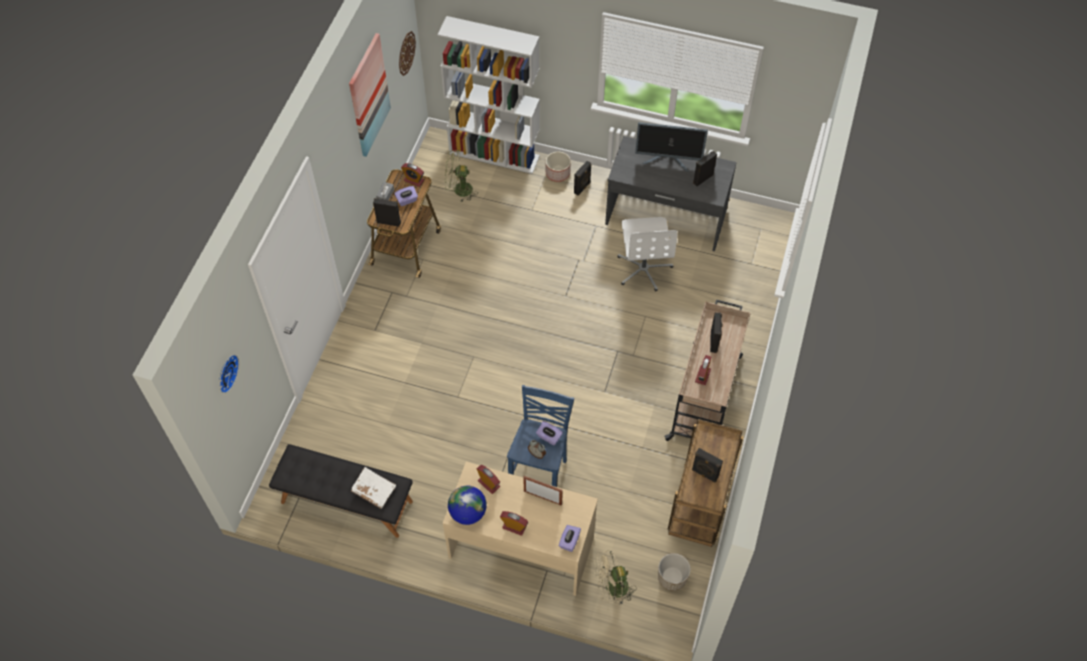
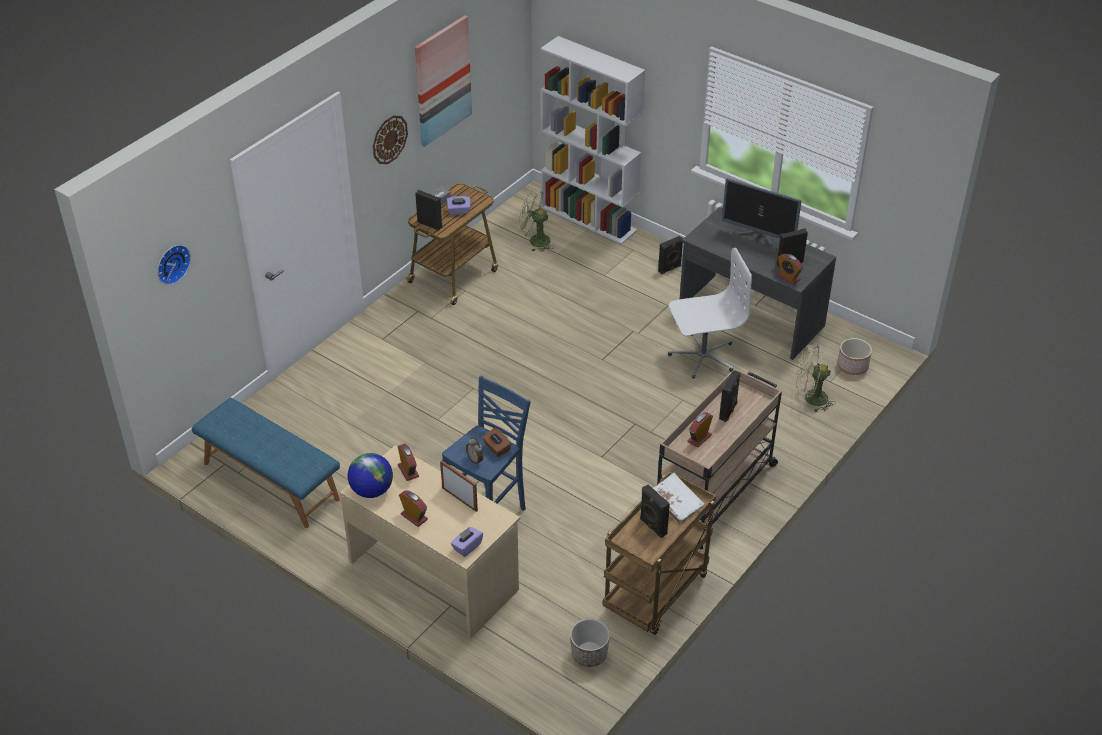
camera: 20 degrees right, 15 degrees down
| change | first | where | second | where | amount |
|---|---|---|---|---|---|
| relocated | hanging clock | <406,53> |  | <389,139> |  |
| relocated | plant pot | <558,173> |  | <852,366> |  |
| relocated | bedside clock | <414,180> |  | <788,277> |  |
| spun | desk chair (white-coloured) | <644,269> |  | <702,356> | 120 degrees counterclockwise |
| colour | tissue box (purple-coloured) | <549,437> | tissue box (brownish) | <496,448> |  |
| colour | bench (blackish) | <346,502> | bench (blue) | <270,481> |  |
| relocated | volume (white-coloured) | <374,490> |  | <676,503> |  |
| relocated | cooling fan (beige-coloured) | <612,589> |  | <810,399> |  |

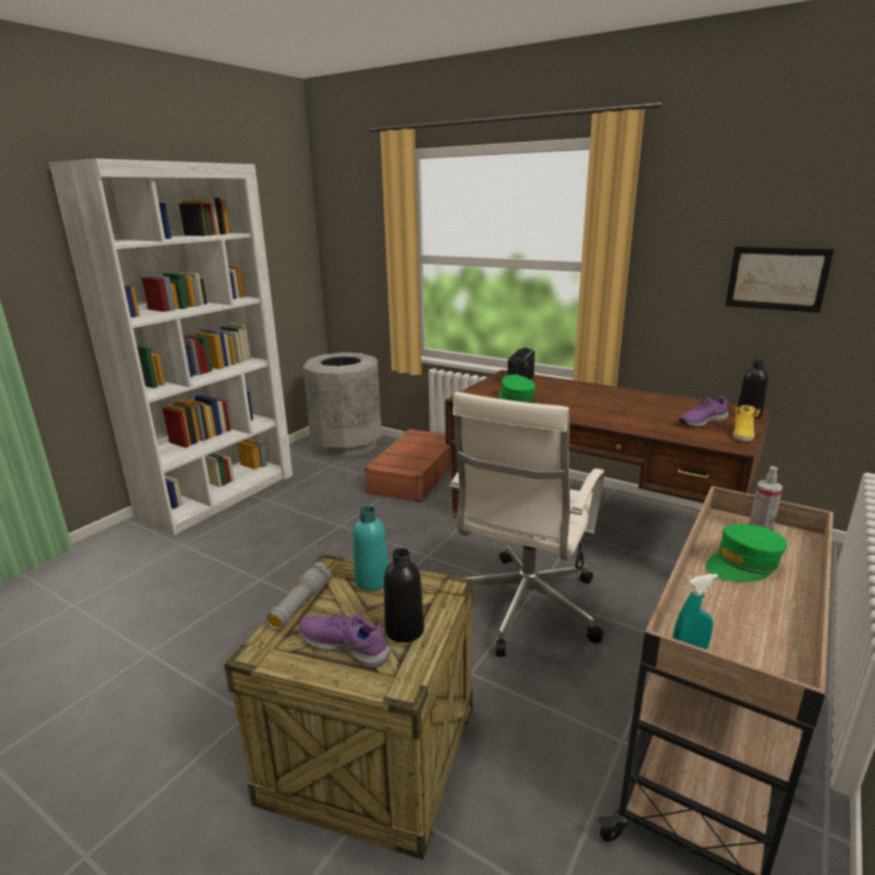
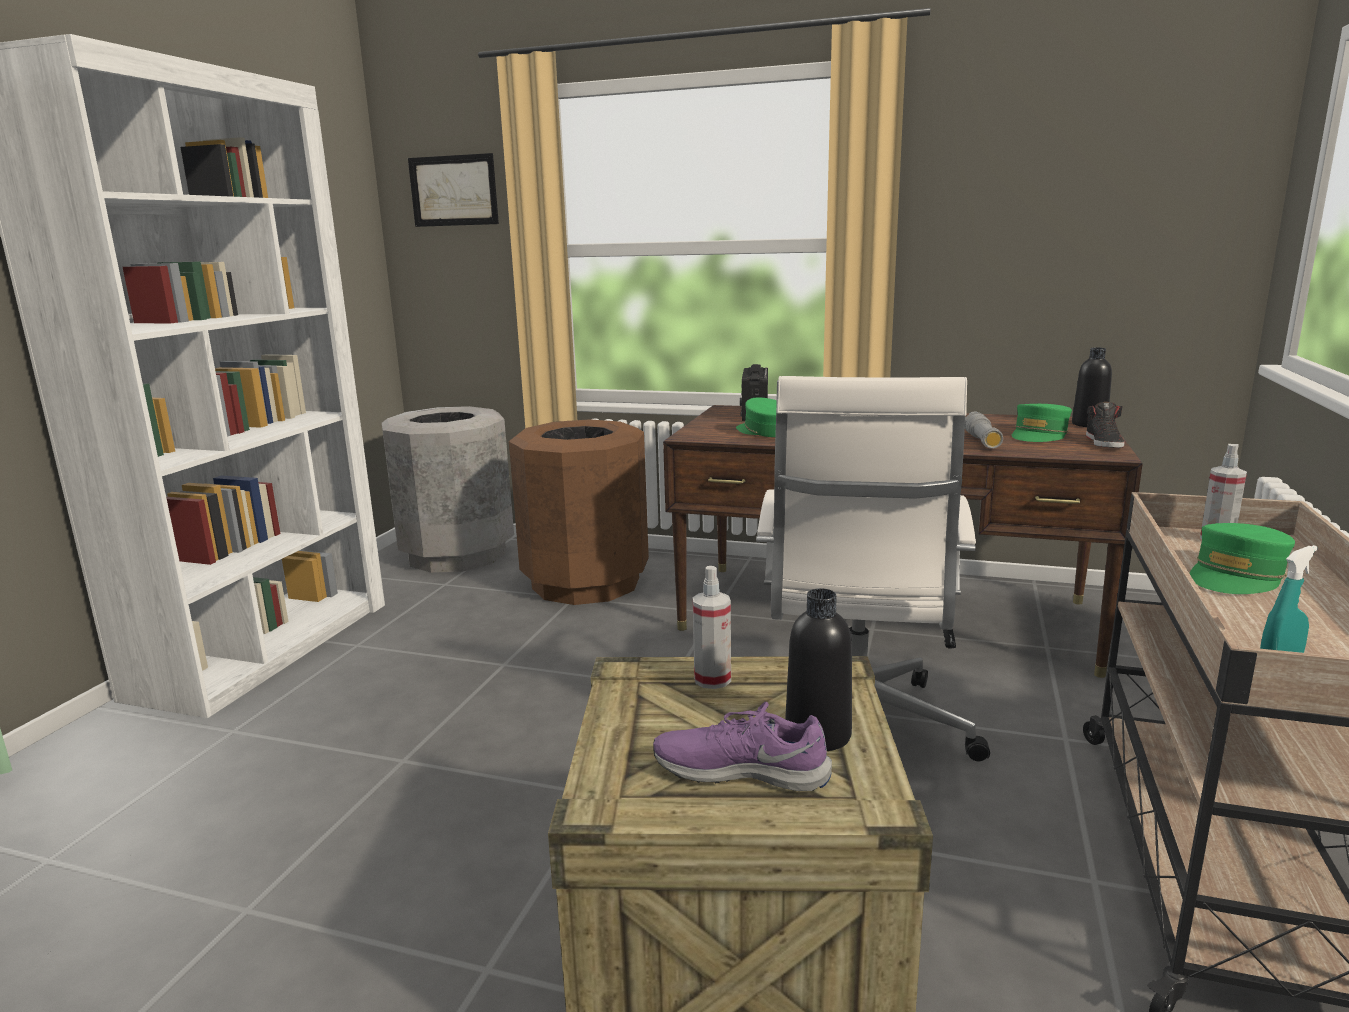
camera: 15 degrees left, 5 degrees down
| change | first | where | second | where | amount |
|---|---|---|---|---|---|
| relocated | wall picture | <776,278> |  | <453,191> |  |
| exchanged | low shoe (purple-coloured) | <701,421> | baseball cap (green-coloured) | <1039,435> |  |
| colour | low shoe (yellow-coloured) | <743,434> | low shoe (blackish) | <1104,443> |  |
| exchanged | suitcase (brownish) | <413,475> | trash can (brownish) | <586,583> |  |
| exchanged | bottle (blue-green) | <372,580> | hand sprayer | <712,679> |  |
| relocated | torch (greyish) | <300,605> |  | <982,441> |  |

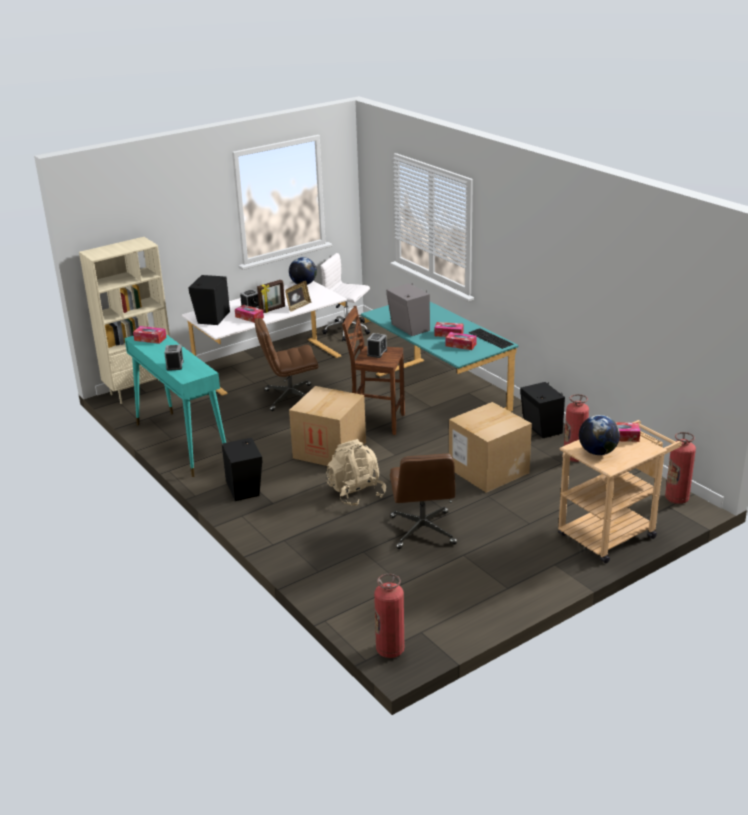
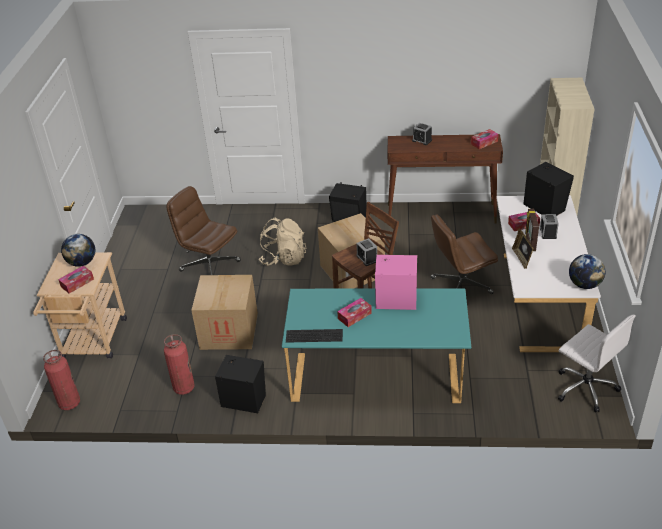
camera: 130 degrees right, 10 degrees up
| change | first | where | second | where | amount |
|---|---|---|---|---|---|
| spun | desk chair (white-coloured) | <348,330> |  | <585,387> | 75 degrees clockwise |
| colour | audio speaker (greyish) | <409,328> | audio speaker (pink) | <395,299> |  |
| spun | desk chair (brownish) | <290,398> |  | <460,286> | 135 degrees counterclockwise |
| missing | tissue box | <460,345> |  |  |  |
| colour | hall table (blue-green) | <181,443> | hall table (brownish) | <441,213> |  |
| missing | fire extinguisher | <390,650> |  |  |  |

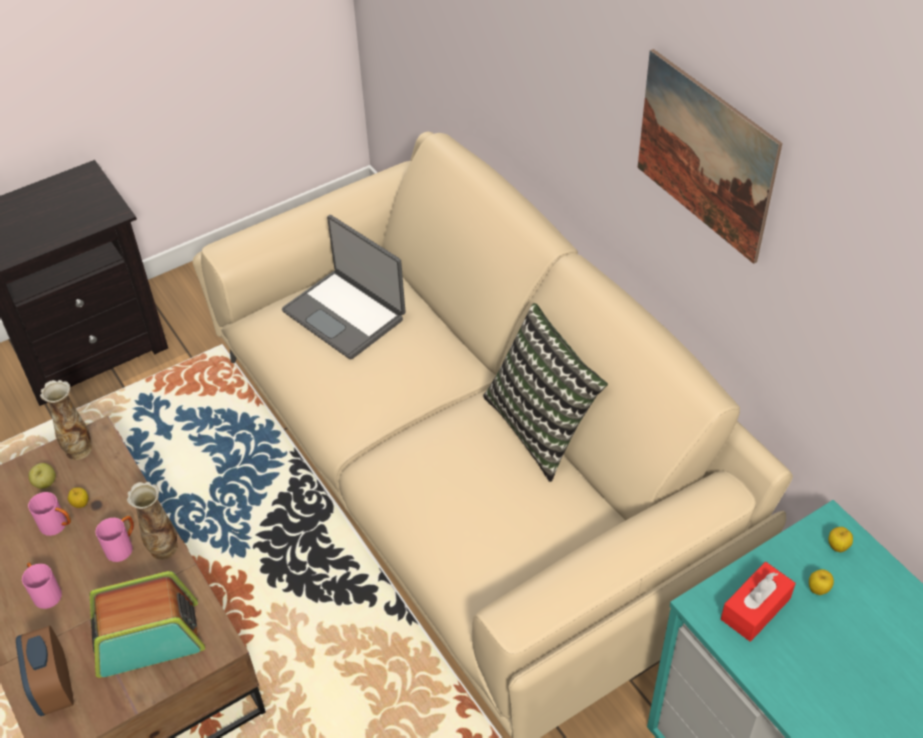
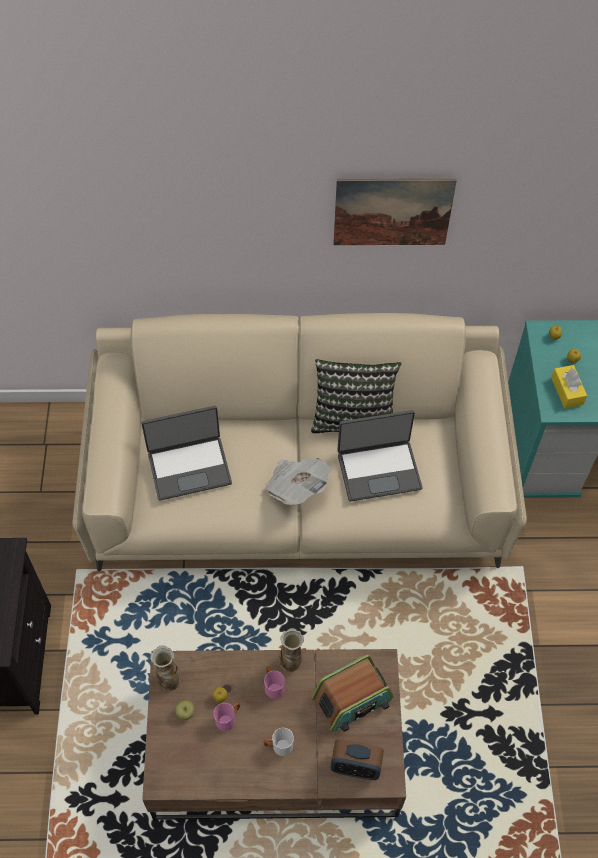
camera: 60 degrees left, 10 degrees up
| change | first | where | second | where | amount |
|---|---|---|---|---|---|
| colour | tissue box (red-coloured) | <755,609> | tissue box (yellow-coloured) | <567,391> |  |
| colour | mug (pink) | <45,593> | mug (white-coloured) | <278,746> |  |
| spun | radio set | <148,638> |  | <352,699> | 135 degrees counterclockwise |
| appeared |  |  | portable computer | <379,470> |  |
| appeared |  |  | newspaper | <297,487> |  |

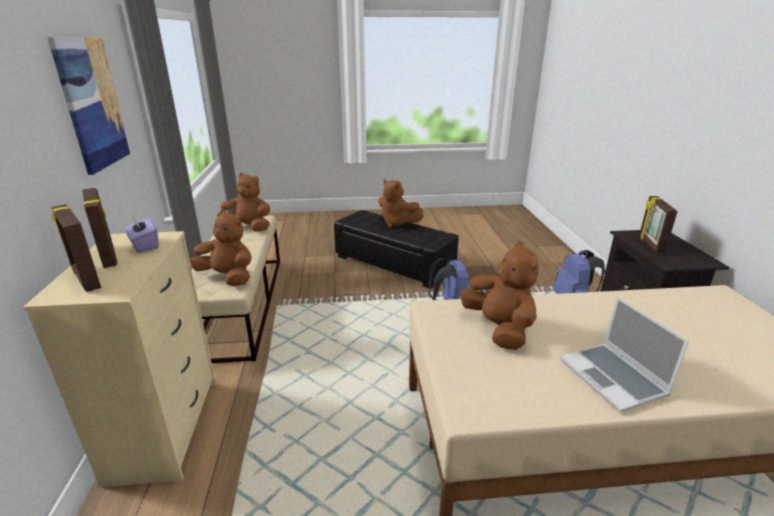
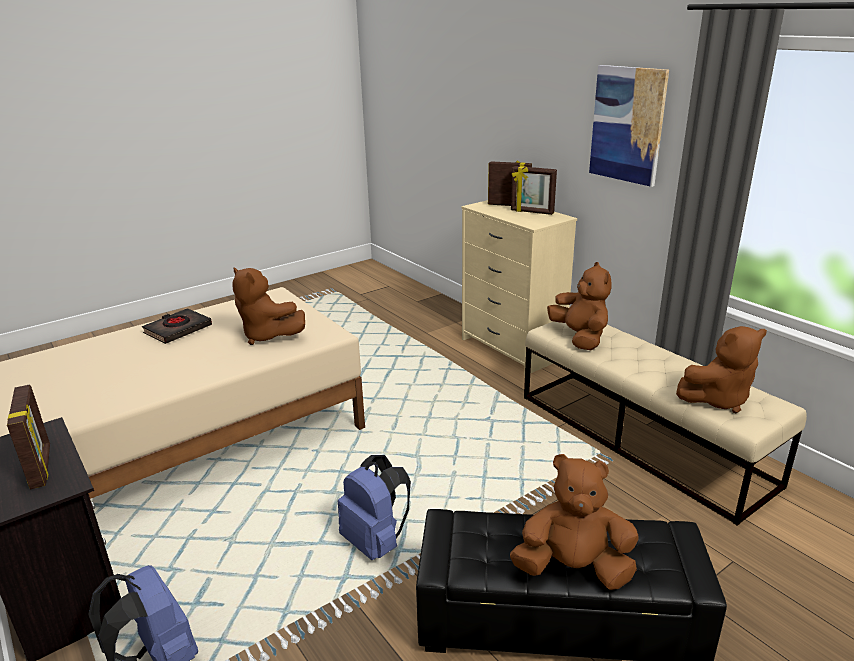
camera: 150 degrees right, 0 degrees up
| change | first | where | second | where | amount |
|---|---|---|---|---|---|
| spun | soft toy (brownish) | <228,277> |  | <580,337> | 105 degrees counterclockwise |
| missing | tissue box (purple-coloured) | <144,245> |  |  |  |
| exchanged | portable computer | <613,378> | volume (blackish) | <178,330> |  |

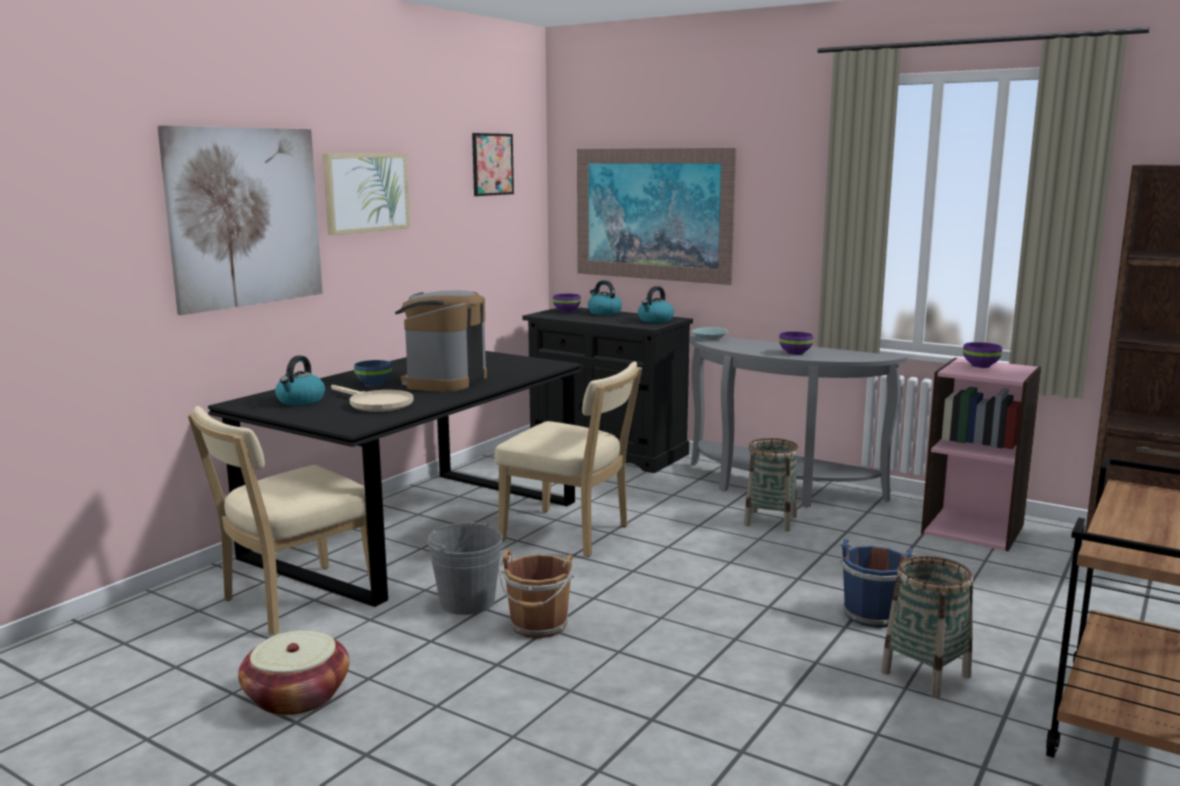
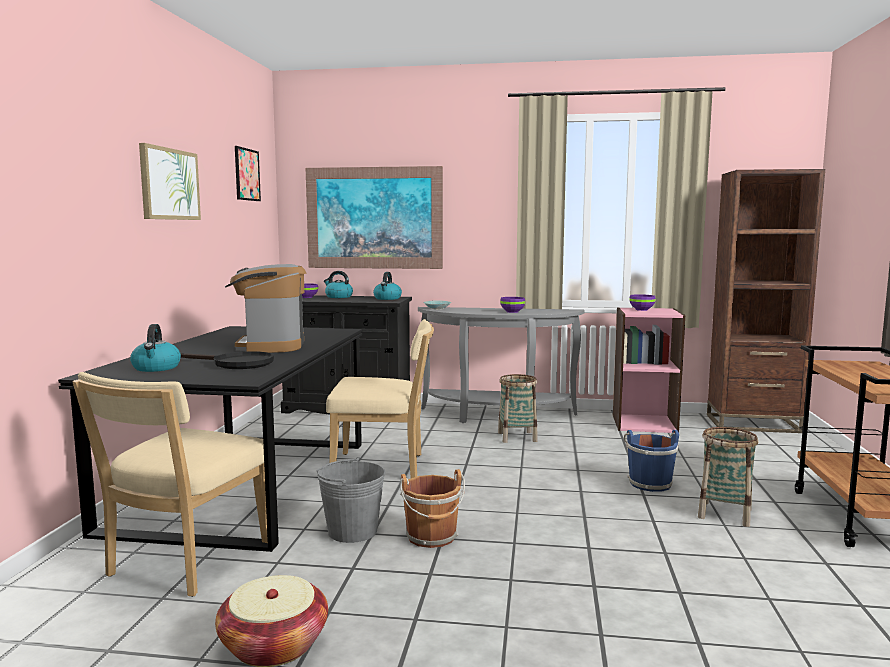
camera: 25 degrees left, 5 degrees down
| change | first | where | second | where | amount |
|---|---|---|---|---|---|
| missing | wall picture | <245,217> |  |  |  |
| missing | bowl (blue) | <373,384> |  |  |  |
| colour | skillet (beige-coloured) | <375,403> | skillet (blackish) | <235,364> |  |

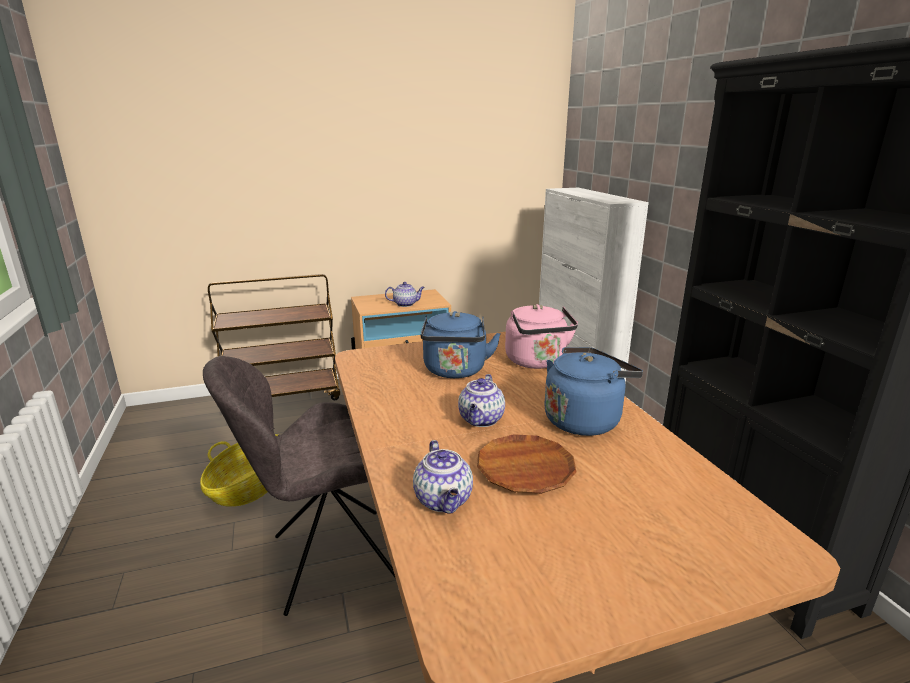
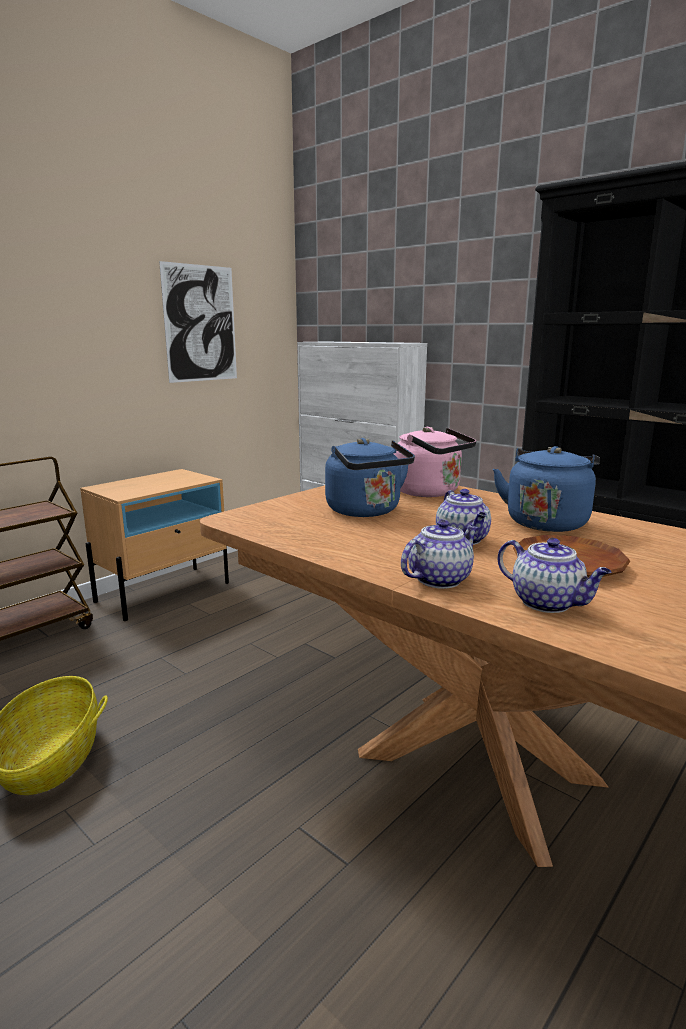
camera: 30 degrees left, 5 degrees down
| change | first | where | second | where | amount |
|---|---|---|---|---|---|
| relocated | tea pot | <405,304> |  | <439,579> |  |
| missing | chair (greyish) | <329,560> |  |  |  |
| appeared |  |  | wall picture | <200,324> |  |

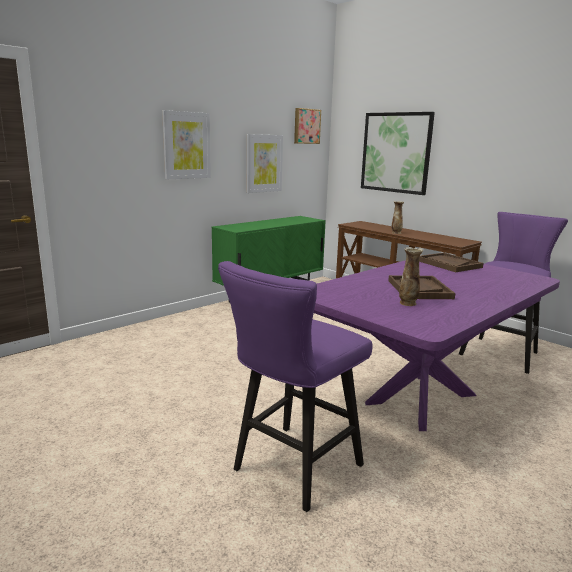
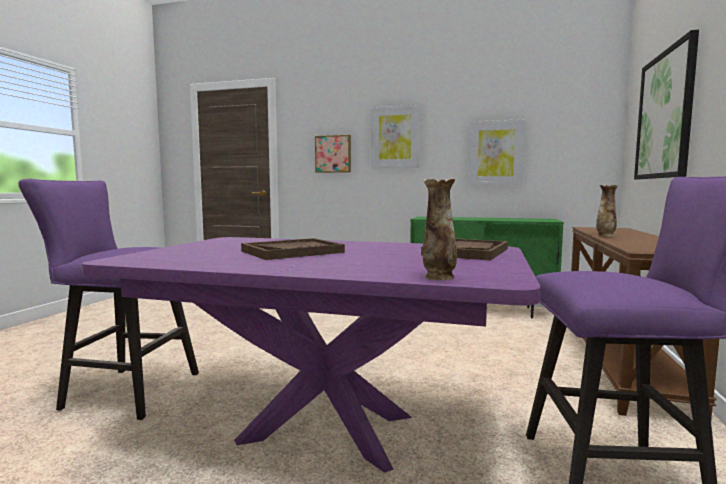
camera: 60 degrees right, 10 degrees down
| change | first | where | second | where | amount |
|---|---|---|---|---|---|
| relocated | wall picture | <306,126> |  | <333,154> |  |
| relocated | vase | <407,303> |  | <438,277> |  |

